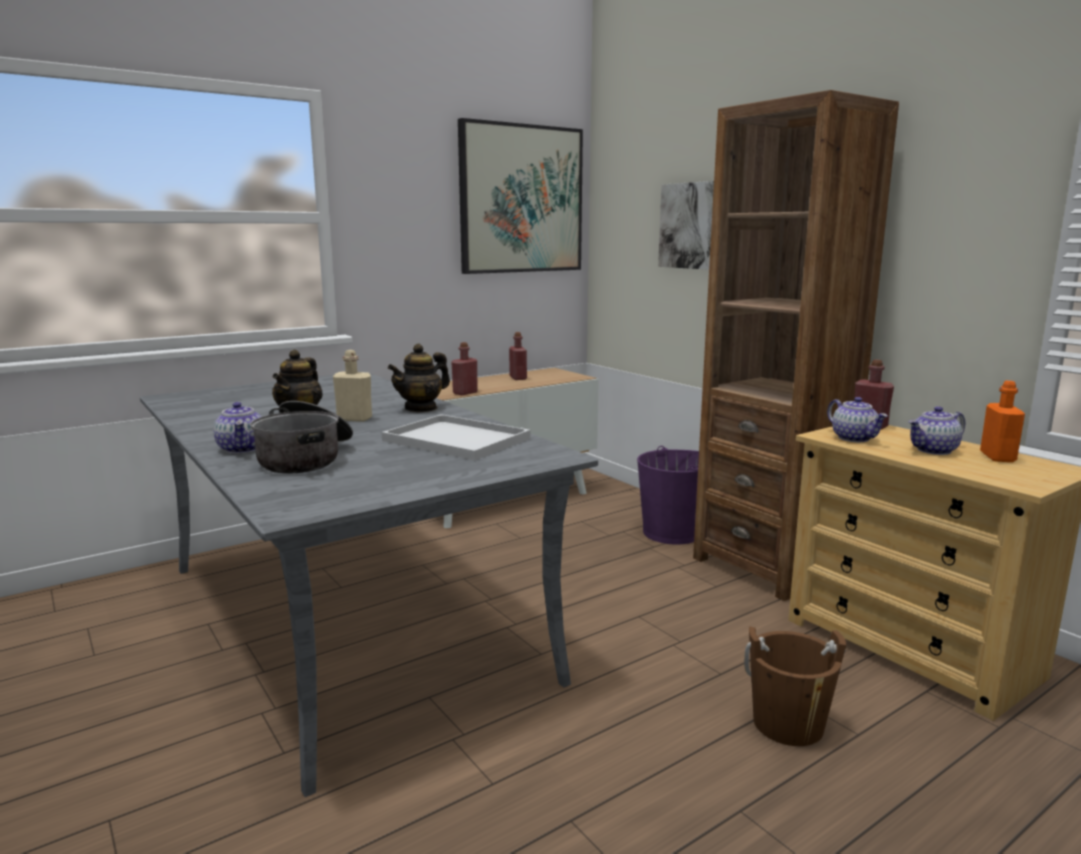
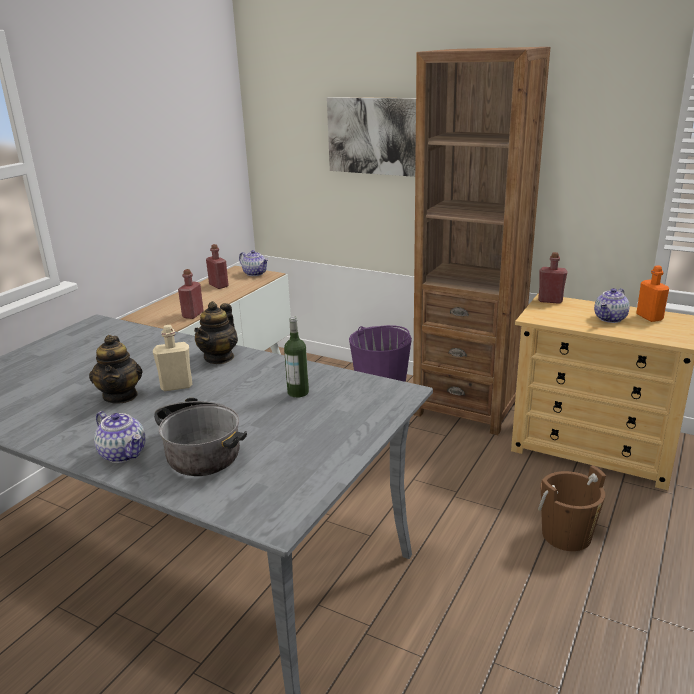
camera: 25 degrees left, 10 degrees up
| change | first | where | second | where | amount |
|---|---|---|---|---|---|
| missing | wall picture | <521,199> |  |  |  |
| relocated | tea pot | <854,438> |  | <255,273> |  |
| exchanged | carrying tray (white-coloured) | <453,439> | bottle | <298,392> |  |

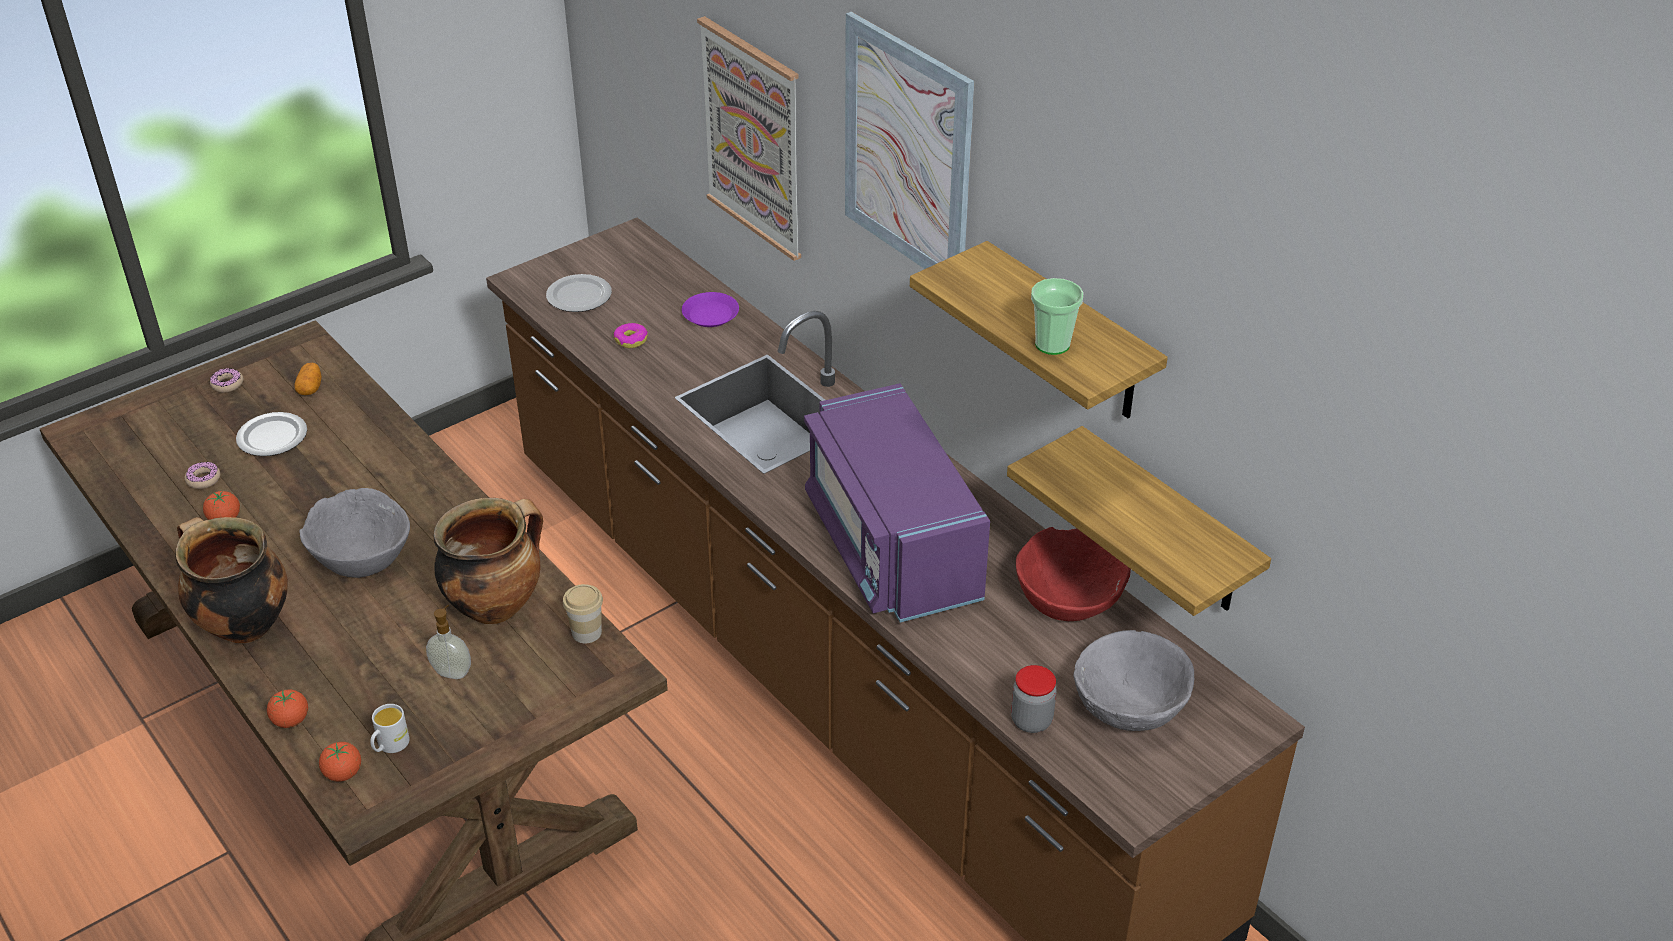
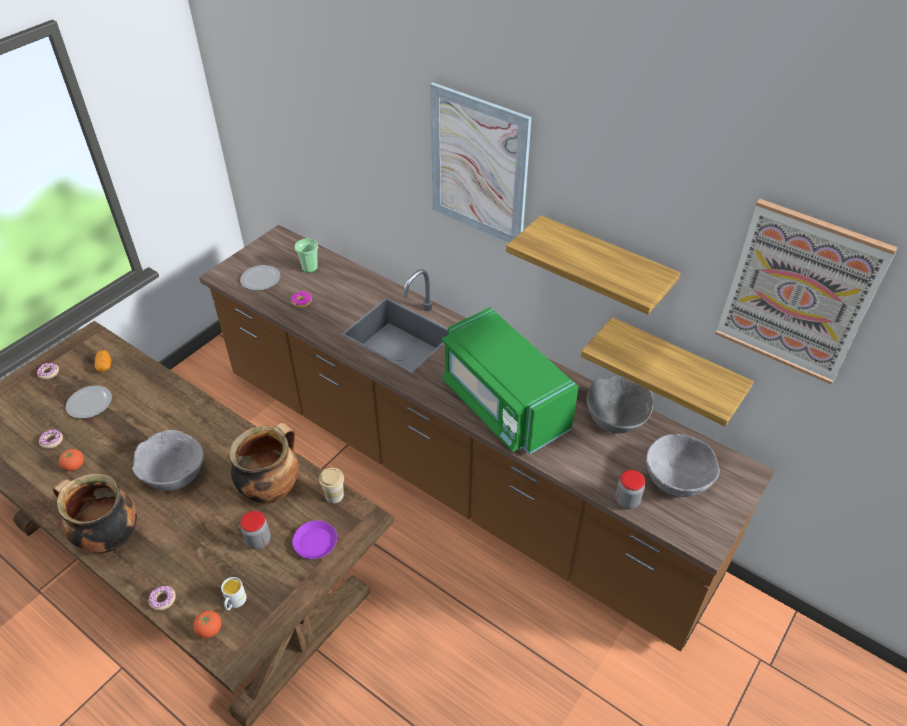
camera: 15 degrees left, 5 degrees up
| change | first | where | second | where | amount |
|---|---|---|---|---|---|
| relocated | wall picture | <753,138> |  | <798,293> |  |
| relocated | small cup | <1052,344> |  | <309,267> |  |
| relocated | dinner plate (purple-coloured) | <711,314> |  | <315,542> |  |
| colour | kitchen microwave (purple-coloured) | <891,545> | kitchen microwave (green-coloured) | <503,404> |  |
| colour | bowl (red-coloured) | <1069,599> | bowl (greyish) | <616,418> |  |
| exchanged | soap bottle | <452,671> | preserve jar | <258,541> |  |
| exchanged | fresh tomato | <291,721> | doughnut | <163,600> |  |

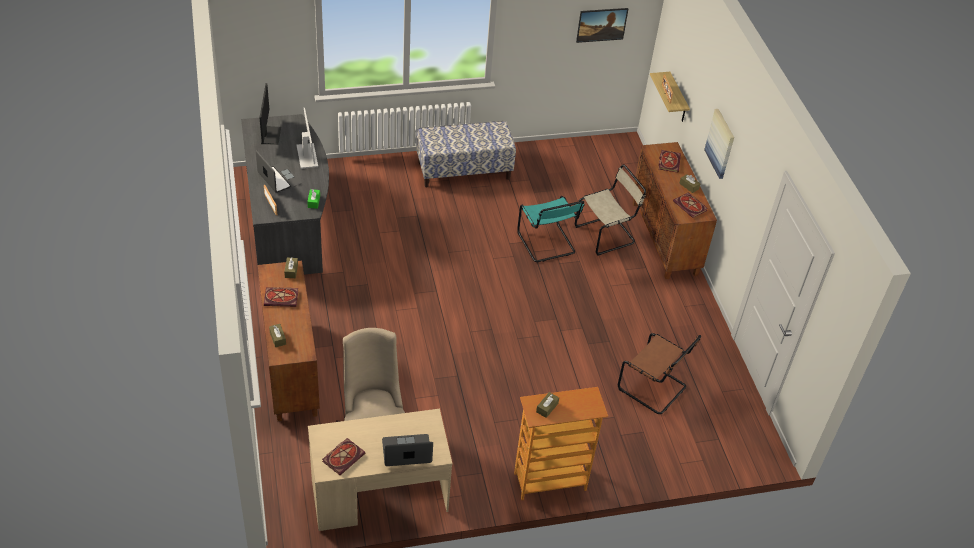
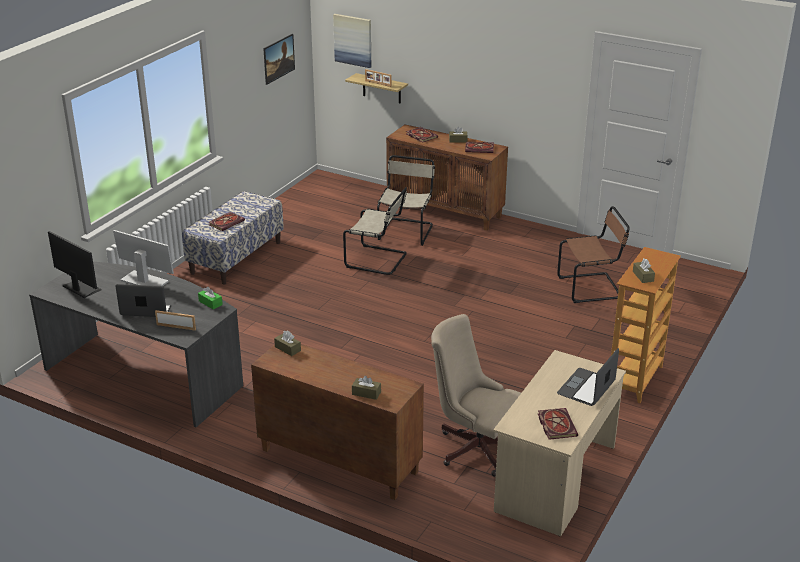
camera: 45 degrees left, 15 degrees down
| change | first | where | second | where | amount |
|---|---|---|---|---|---|
| relocated | wall picture | <720,143> |  | <353,40> |  |
| colour | chair (blue-green) | <547,244> | chair (beige-coloured) | <378,260> |  |
| relocated | volume | <282,298> |  | <226,222> |  |

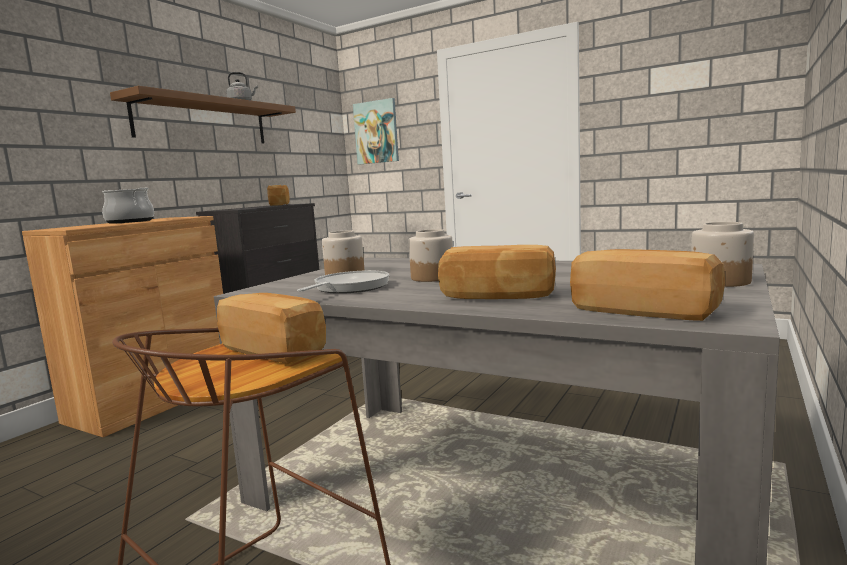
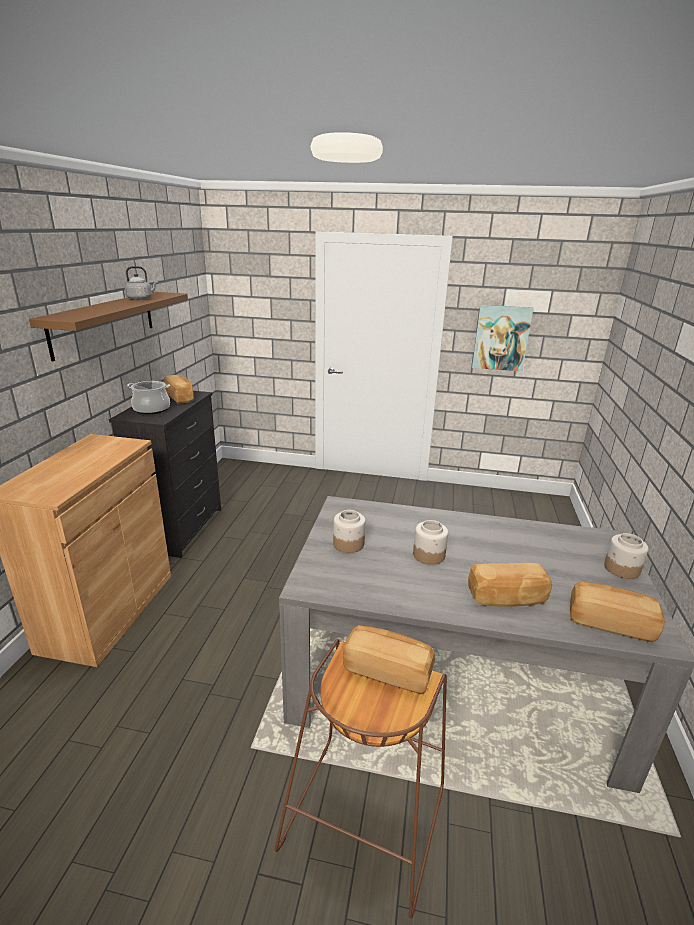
camera: 20 degrees left, 15 degrees up
| change | first | where | second | where | amount |
|---|---|---|---|---|---|
| relocated | wall picture | <376,132> |  | <501,338> |  |
| relocated | cooking pot | <130,221> |  | <151,409> |  |
| missing | skillet | <349,288> |  |  |  |

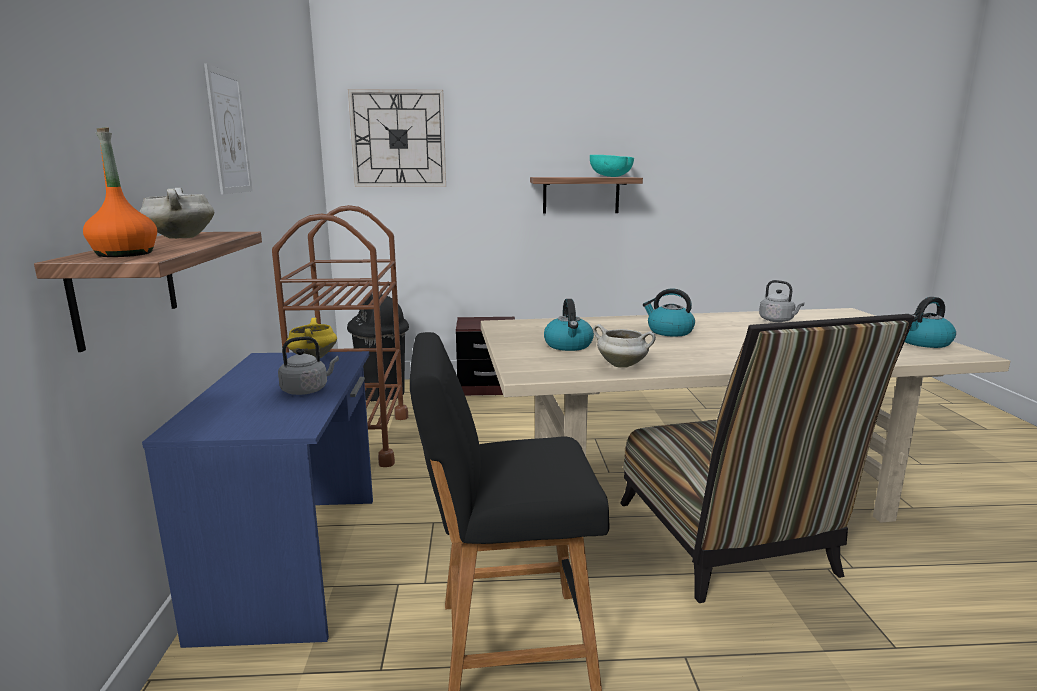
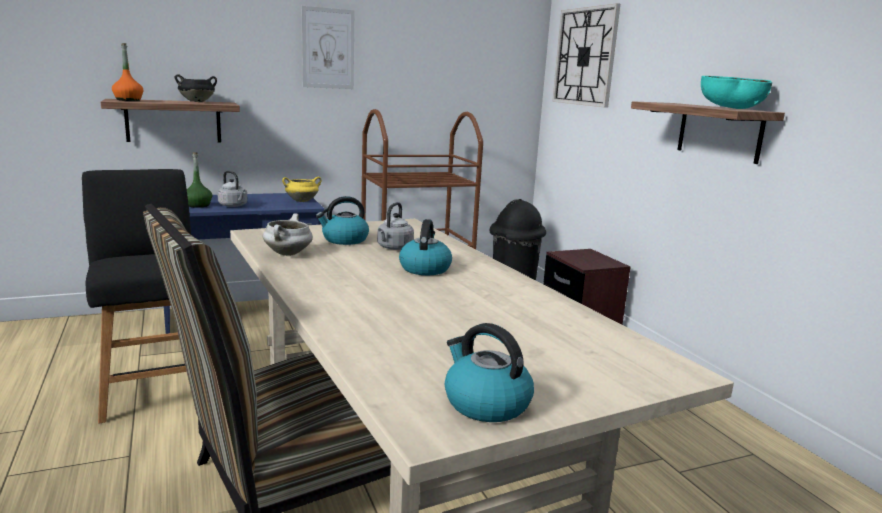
camera: 70 degrees right, 0 degrees up
| change | first | where | second | where | amount |
|---|---|---|---|---|---|
| colour | cooking pot (white-coloured) | <180,238> | cooking pot (blackish) | <197,102> |  |
| relocated | tea kettle (greyish) | <778,320> |  | <394,248> |  |
| appeared |  |  | bottle (green-coloured) | <198,205> |  |

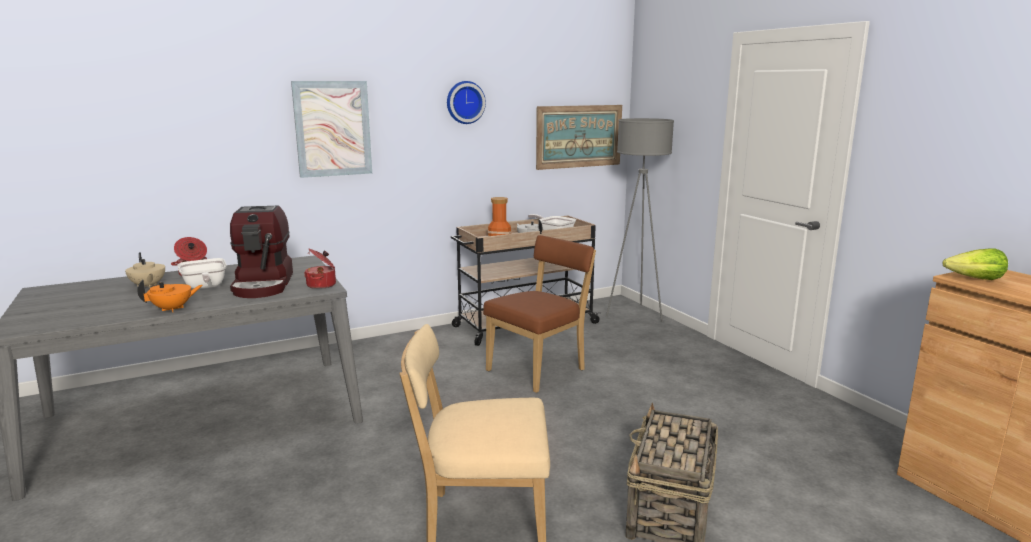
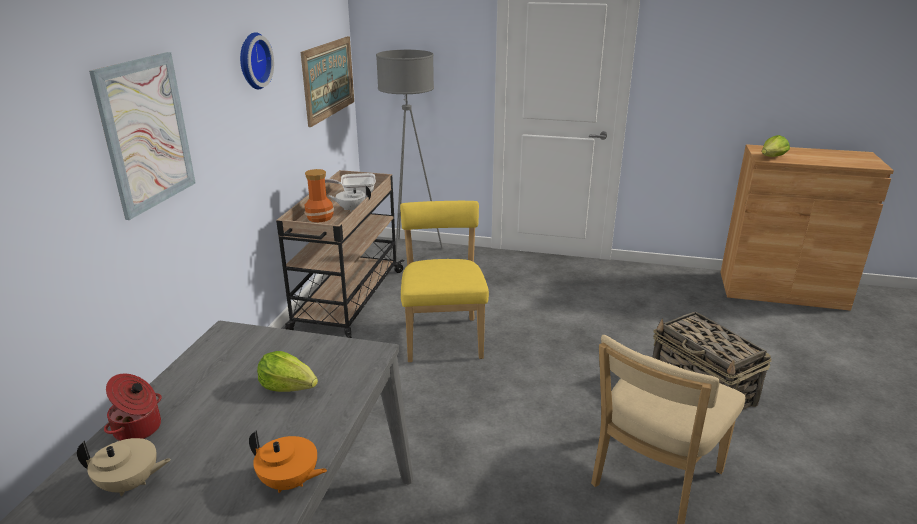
camera: 50 degrees left, 10 degrees up
| change | first | where | second | where | amount |
|---|---|---|---|---|---|
| exchanged | coffee brewer | <264,284> | lettuce head | <289,387> |  |
| colour | chair (brownish) | <539,369> | chair (yellow-coloured) | <443,337> |  |
| missing | cooking pot | <322,285> |  |  |  |
| missing | skillet | <204,287> |  |  |  |
| spun | tea pot (orange-coloured) | <173,309> |  | <289,482> | 105 degrees clockwise |

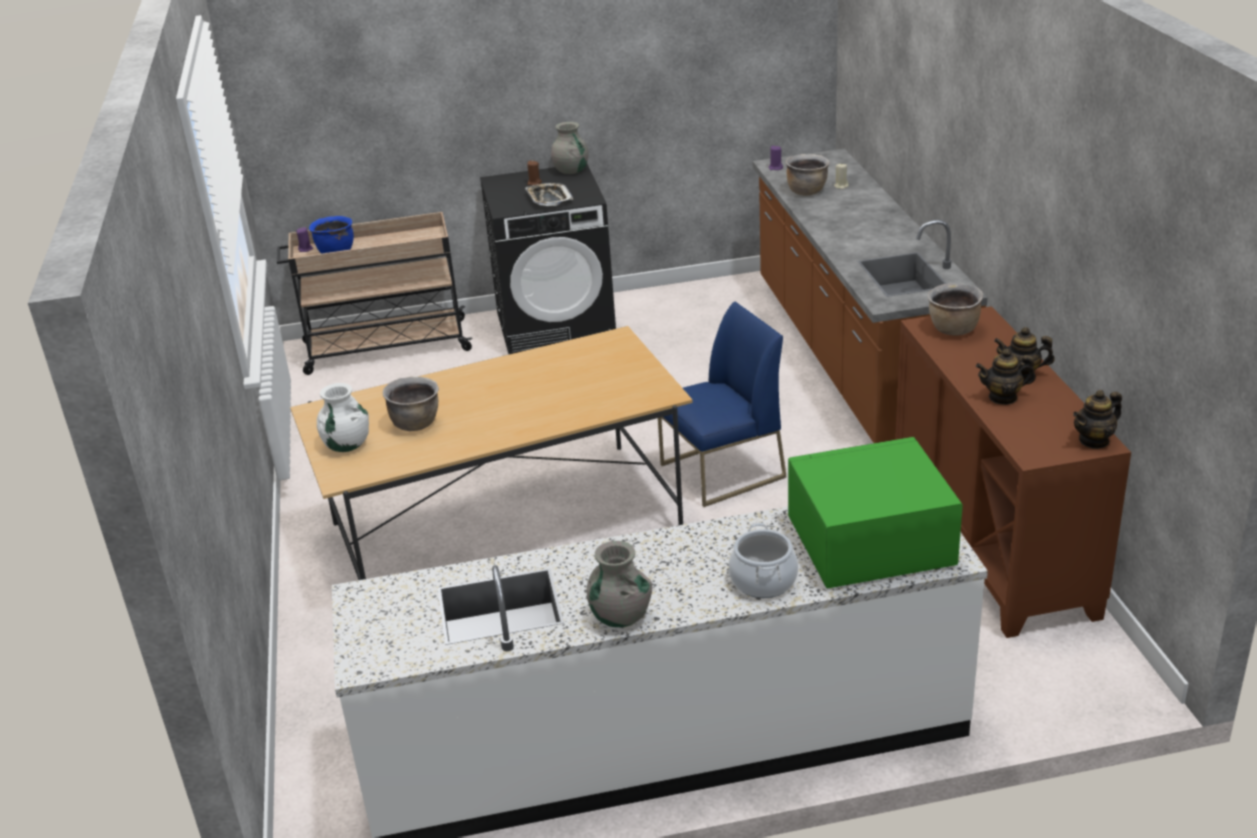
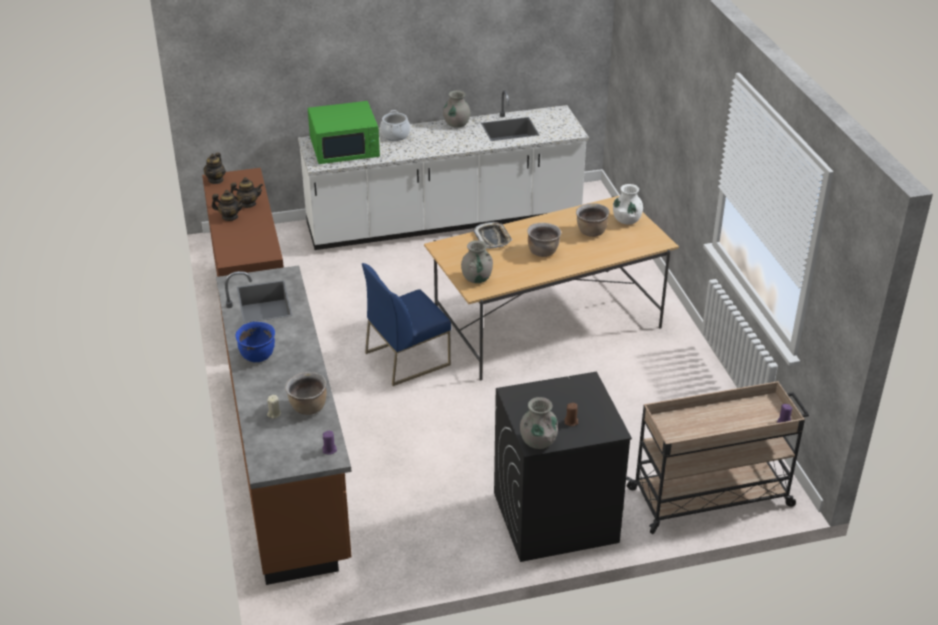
camera: 175 degrees right, 5 degrees up
| change | first | where | second | where | amount |
|---|---|---|---|---|---|
| relocated | carrying tray | <549,199> |  | <492,238> |  |
| relocated | cooking pot (blue) | <335,252> |  | <258,356> |  |
| relocated | cooking pot (brownish) | <953,330> |  | <543,252> |  |
| spun | tea pot | <1094,441> |  | <216,180> | 135 degrees clockwise |
| appeared |  |  | vase (greyish) | <477,278> |  |

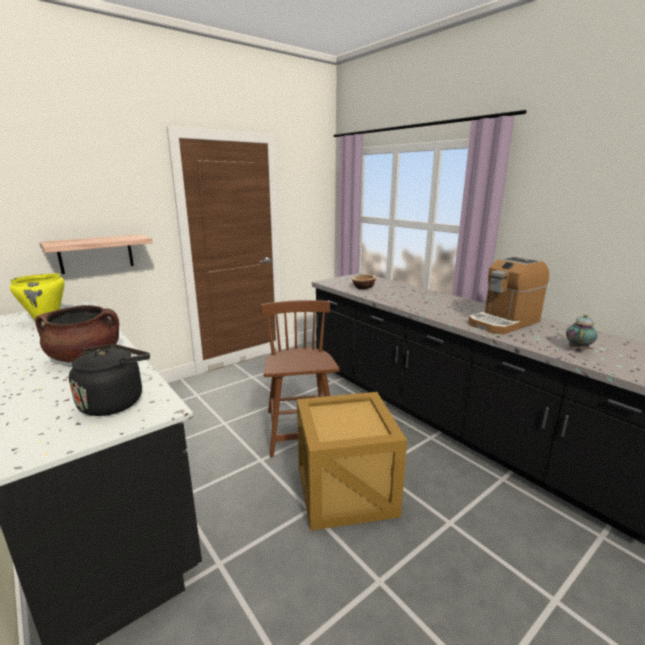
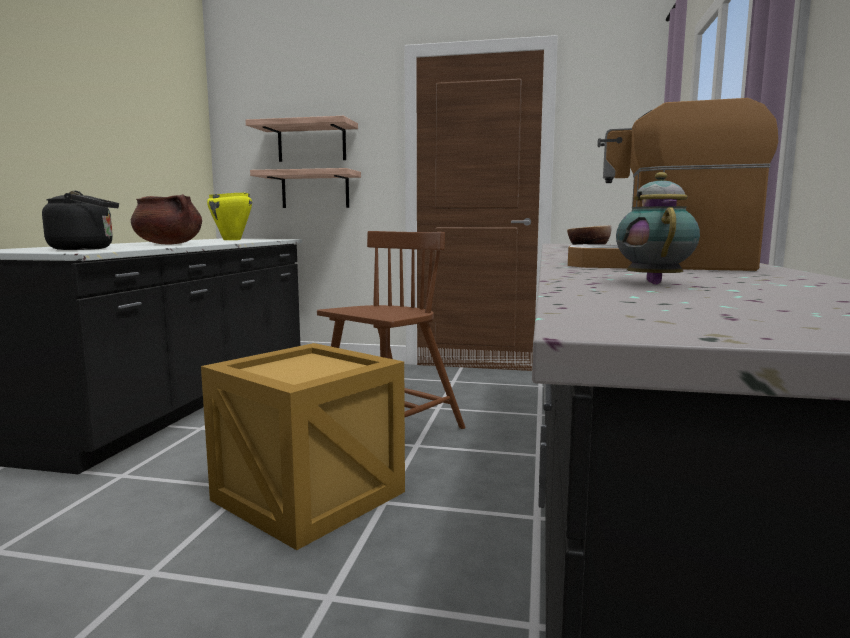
camera: 50 degrees right, 10 degrees down
| change | first | where | second | where | amount |
|---|---|---|---|---|---|
| spun | tea pot | <578,349> |  | <653,283> | 75 degrees counterclockwise |
| appeared |  |  | bracket shelf | <311,143> |  |

